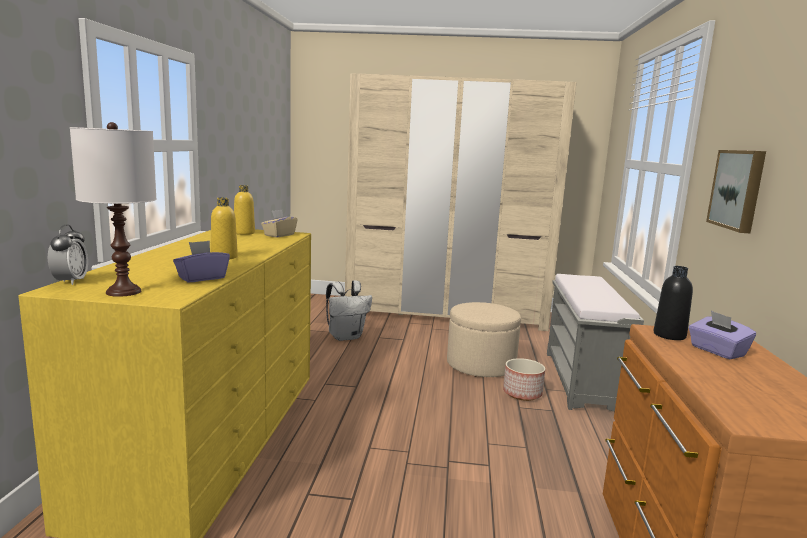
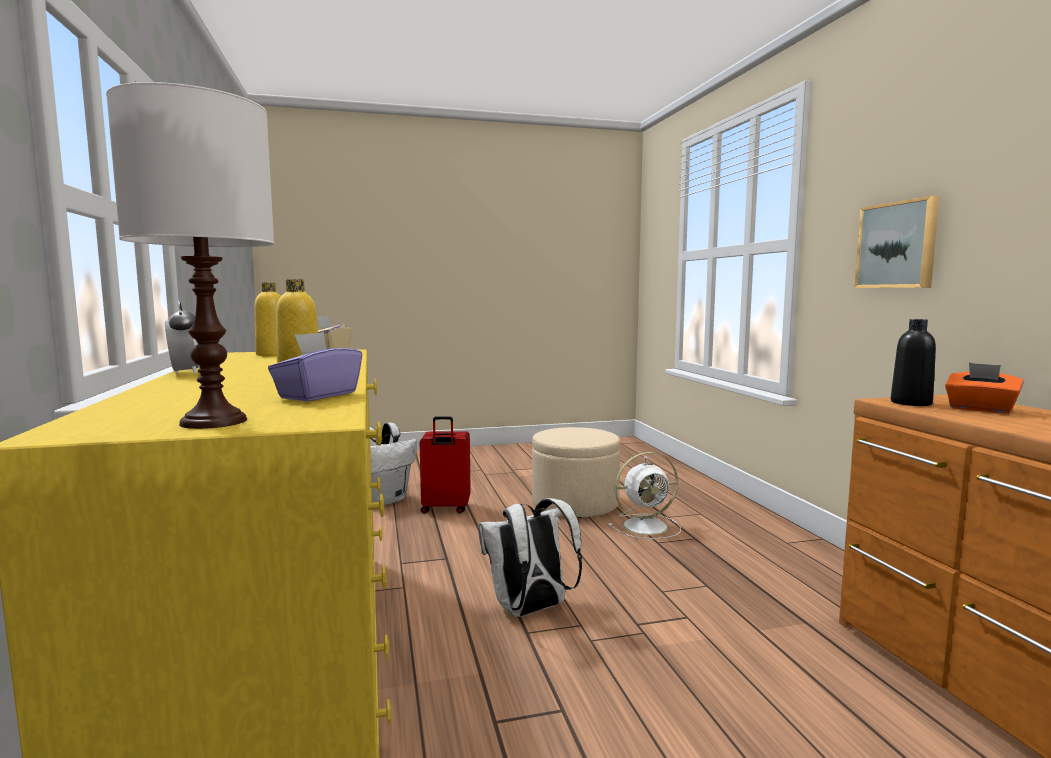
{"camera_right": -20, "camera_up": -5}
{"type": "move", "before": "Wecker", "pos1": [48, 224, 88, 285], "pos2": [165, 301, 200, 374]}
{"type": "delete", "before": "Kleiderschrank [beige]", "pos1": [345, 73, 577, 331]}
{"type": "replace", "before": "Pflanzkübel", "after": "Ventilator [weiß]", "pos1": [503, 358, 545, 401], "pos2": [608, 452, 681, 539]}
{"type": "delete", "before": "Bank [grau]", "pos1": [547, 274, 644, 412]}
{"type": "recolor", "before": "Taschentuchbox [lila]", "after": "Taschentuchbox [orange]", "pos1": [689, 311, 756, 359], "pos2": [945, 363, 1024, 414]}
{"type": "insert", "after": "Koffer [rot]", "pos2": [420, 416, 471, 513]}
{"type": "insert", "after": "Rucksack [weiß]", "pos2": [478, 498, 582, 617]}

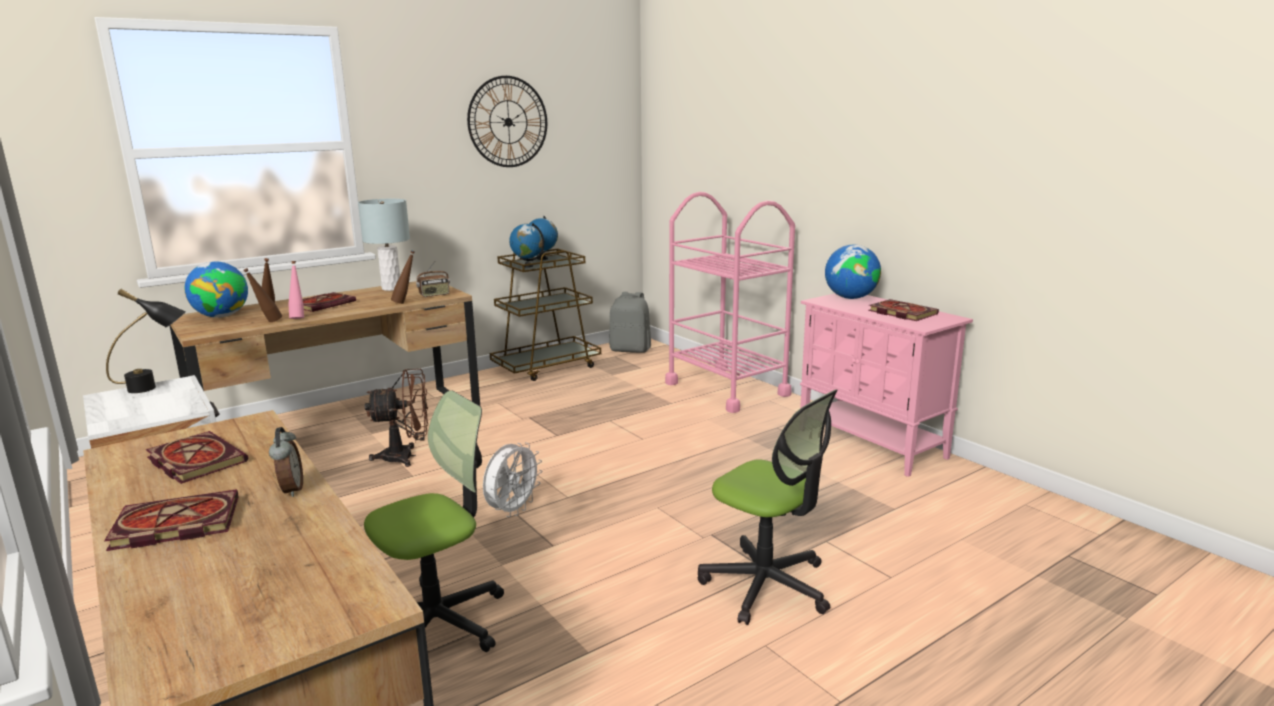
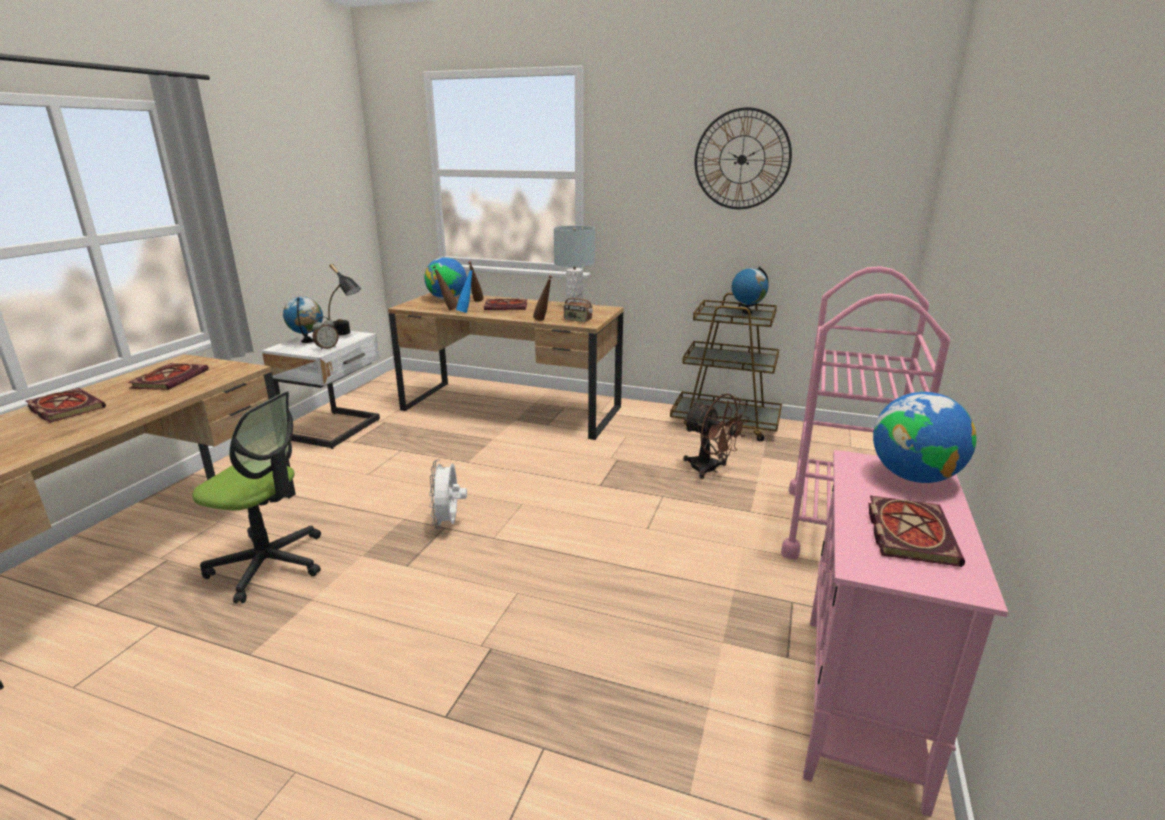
{"camera_right": 55, "camera_up": 5}
{"type": "move", "before": "Wecker", "pos1": [269, 427, 303, 497], "pos2": [312, 317, 339, 350]}
{"type": "recolor", "before": "Flasche [rosa]", "after": "Flasche [blau]", "pos1": [288, 261, 304, 319], "pos2": [456, 266, 474, 313]}
{"type": "move", "before": "Ventilator [braun]", "pos1": [365, 369, 428, 467], "pos2": [683, 394, 749, 479]}
{"type": "rotate", "before": "Ventilator [weiß]", "pos1": [483, 442, 543, 517], "pos2": [429, 459, 467, 529], "turn": 90}
{"type": "move", "before": "Globus", "pos1": [509, 223, 544, 268], "pos2": [283, 297, 323, 343]}
{"type": "delete", "before": "Rucksack [grau]", "pos1": [609, 292, 651, 353]}
{"type": "delete", "before": "Bürostuhl", "pos1": [698, 390, 838, 625]}

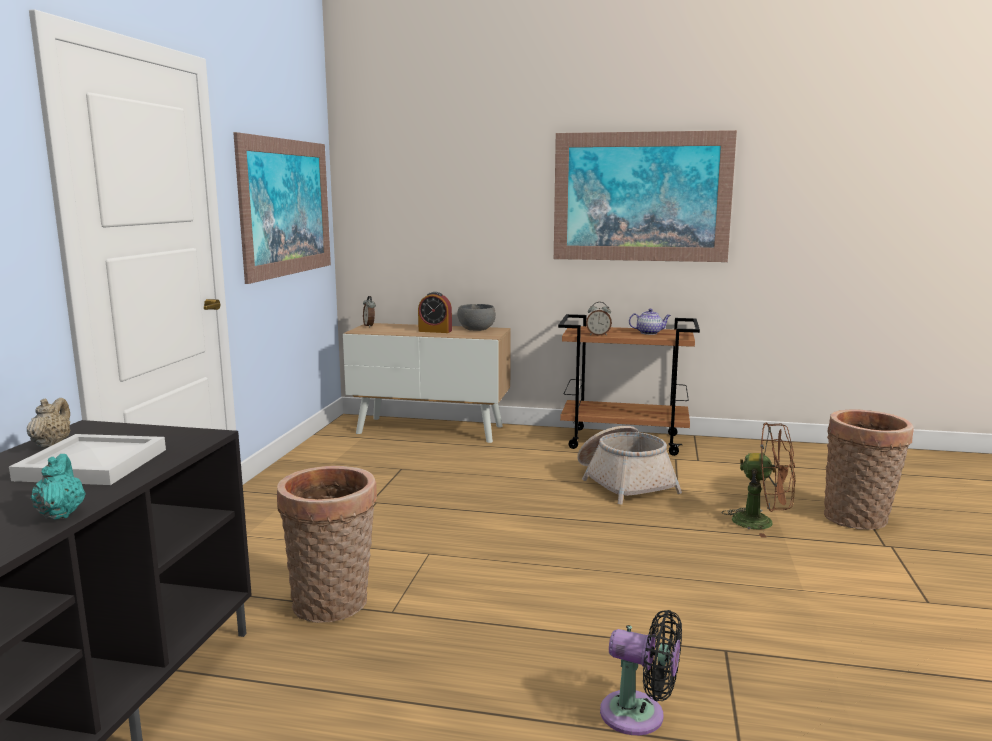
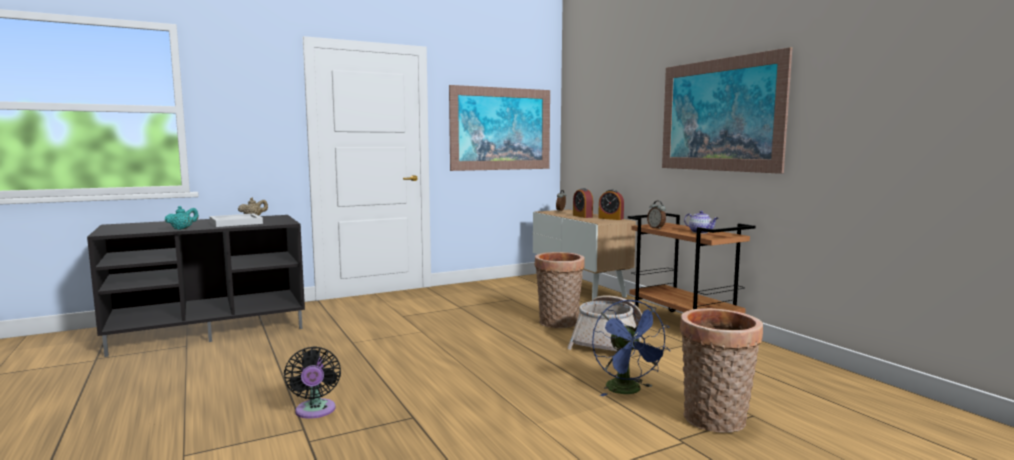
{"camera_right": 50, "camera_up": -5}
{"type": "move", "before": "Korb", "pos1": [277, 466, 377, 623], "pos2": [535, 252, 585, 328]}
{"type": "replace", "before": "Schüssel [grau]", "after": "Wecker", "pos1": [457, 304, 496, 331], "pos2": [598, 189, 624, 220]}
{"type": "recolor", "before": "Ventilator [braun]", "after": "Ventilator [blau]", "pos1": [722, 422, 795, 538], "pos2": [592, 299, 670, 396]}

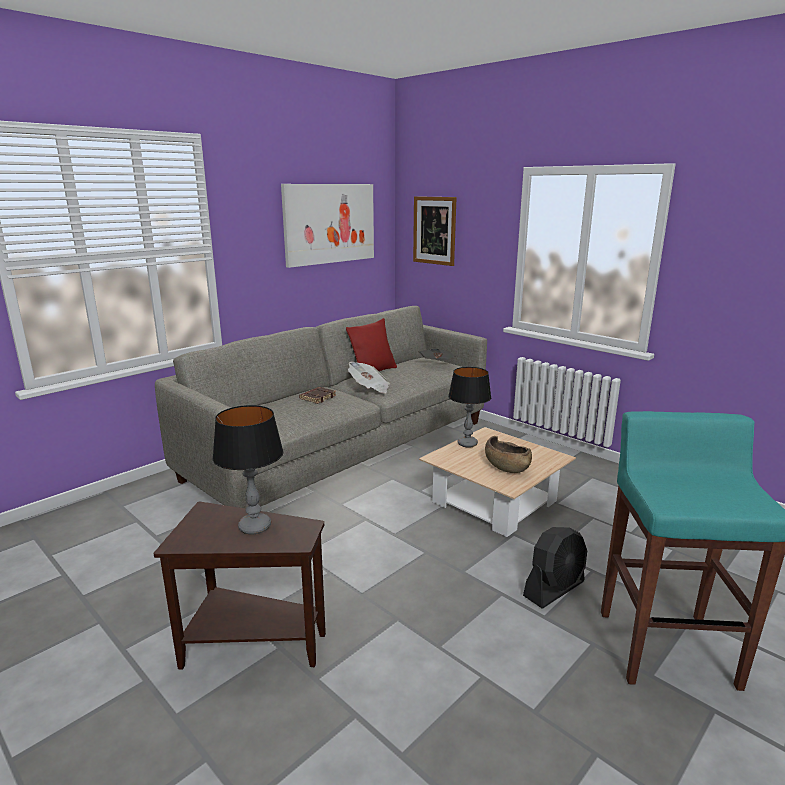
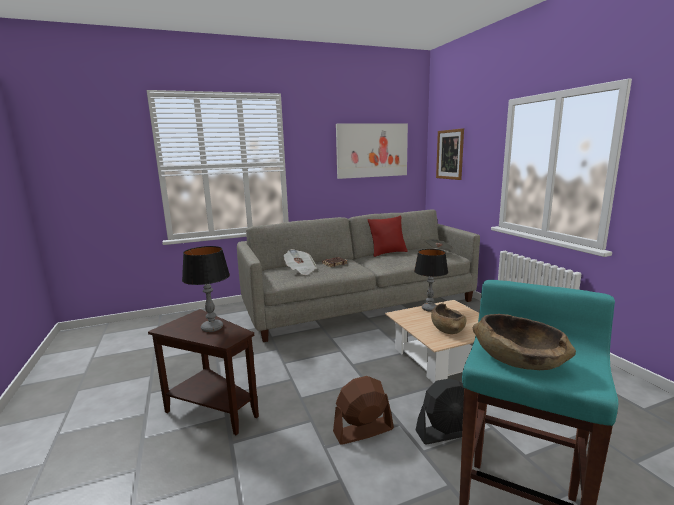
{"camera_right": 25, "camera_up": -5}
{"type": "move", "before": "Zeitung", "pos1": [348, 362, 390, 394], "pos2": [283, 249, 317, 275]}
{"type": "insert", "after": "Ventilator [braun]", "pos2": [333, 376, 394, 445]}
{"type": "insert", "after": "Schüssel [braun]", "pos2": [473, 314, 576, 370]}

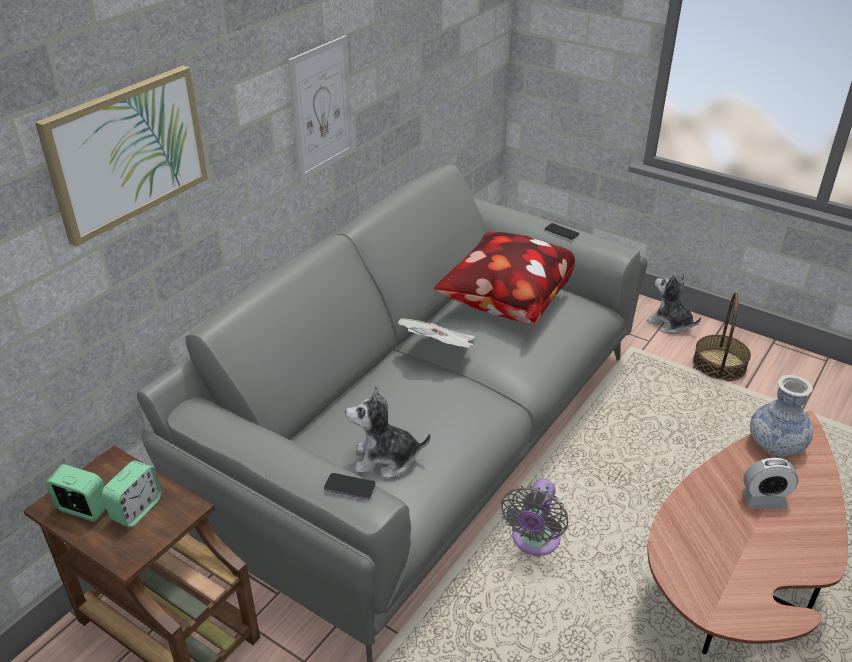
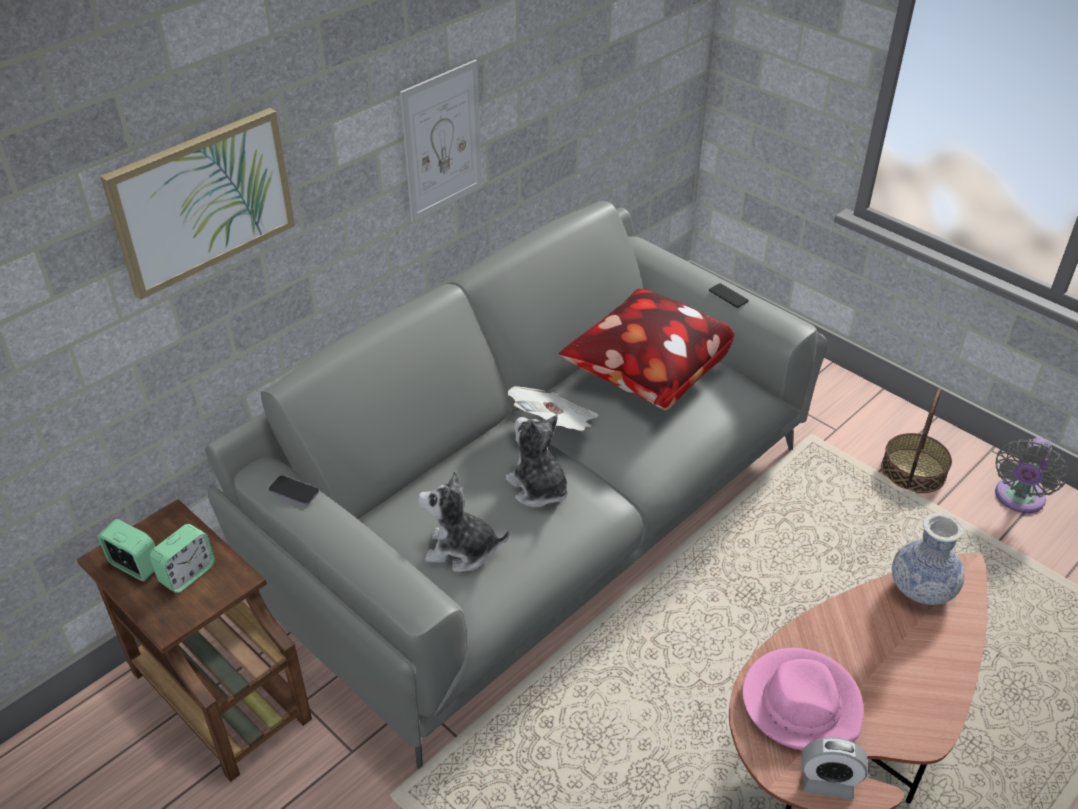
{"camera_right": 10, "camera_up": 5}
{"type": "move", "before": "Handy", "pos1": [324, 473, 376, 499], "pos2": [269, 476, 319, 505]}
{"type": "move", "before": "Ventilator [grau]", "pos1": [501, 479, 568, 556], "pos2": [995, 437, 1067, 513]}
{"type": "move", "before": "Plüschtier", "pos1": [647, 273, 701, 334], "pos2": [505, 415, 568, 508]}
{"type": "move", "before": "Wecker", "pos1": [742, 458, 798, 508], "pos2": [802, 737, 868, 800]}
{"type": "insert", "after": "Hut [rosa]", "pos2": [742, 648, 863, 751]}

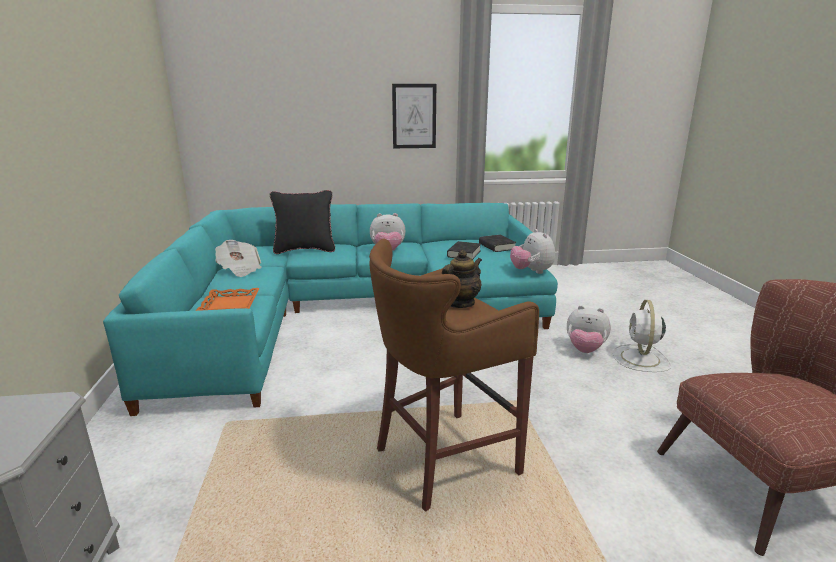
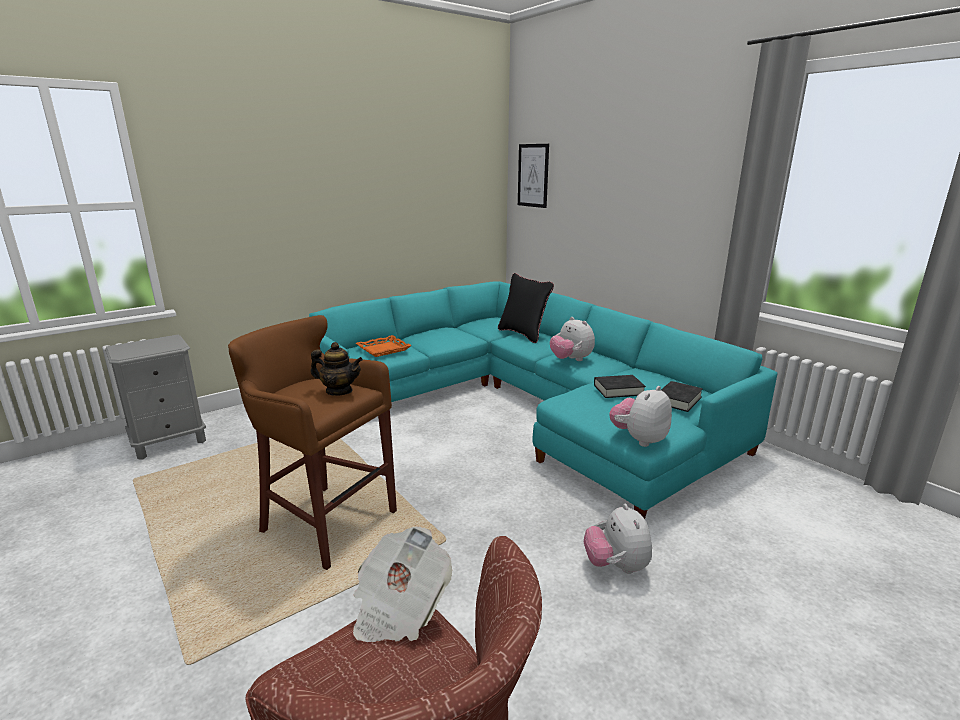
{"camera_right": 60, "camera_up": 0}
{"type": "move", "before": "Zeitung", "pos1": [215, 240, 262, 277], "pos2": [353, 526, 452, 642]}
{"type": "move", "before": "Bild", "pos1": [392, 84, 436, 148], "pos2": [518, 144, 549, 208]}
{"type": "delete", "before": "Ventilator [weiß]", "pos1": [613, 300, 671, 372]}

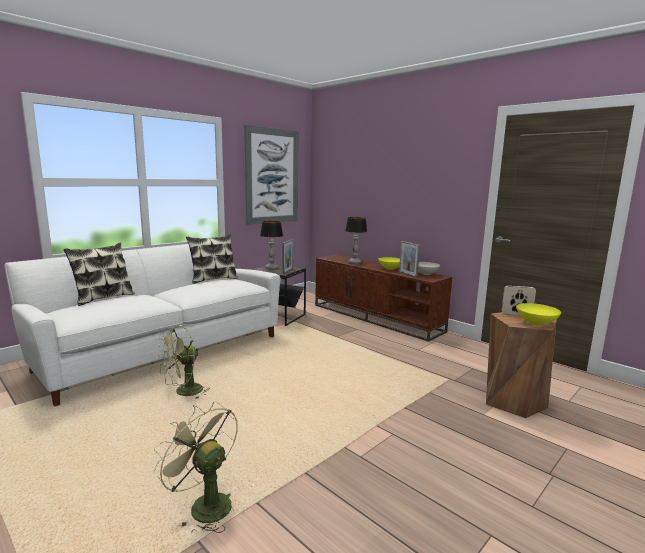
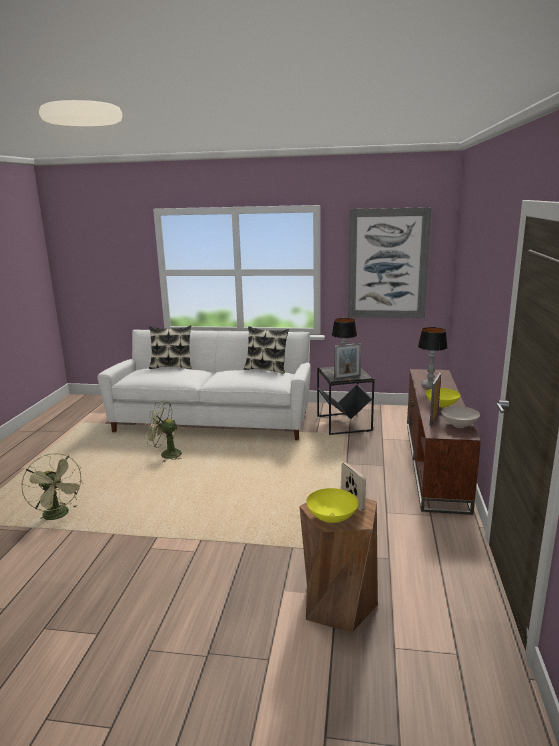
{"camera_right": 55, "camera_up": 5}
{"type": "rotate", "before": "Ventilator [grün]", "pos1": [154, 401, 238, 533], "pos2": [21, 453, 84, 520], "turn": 135}

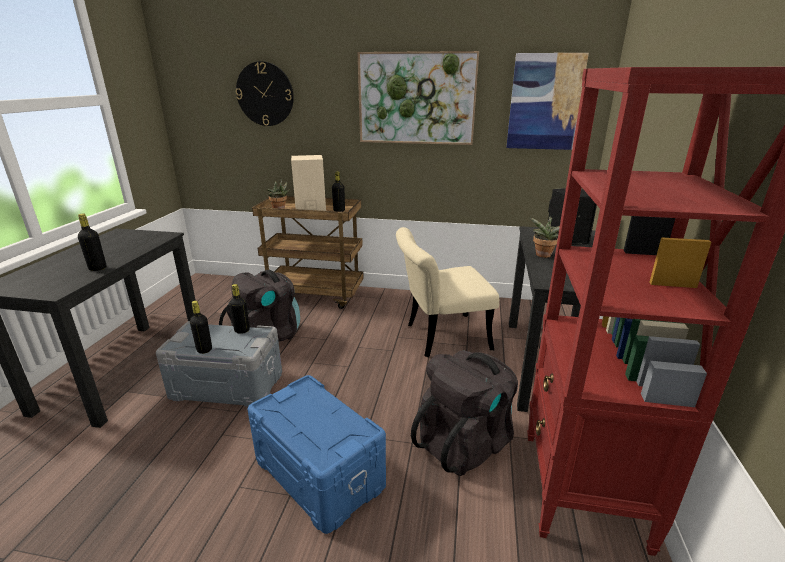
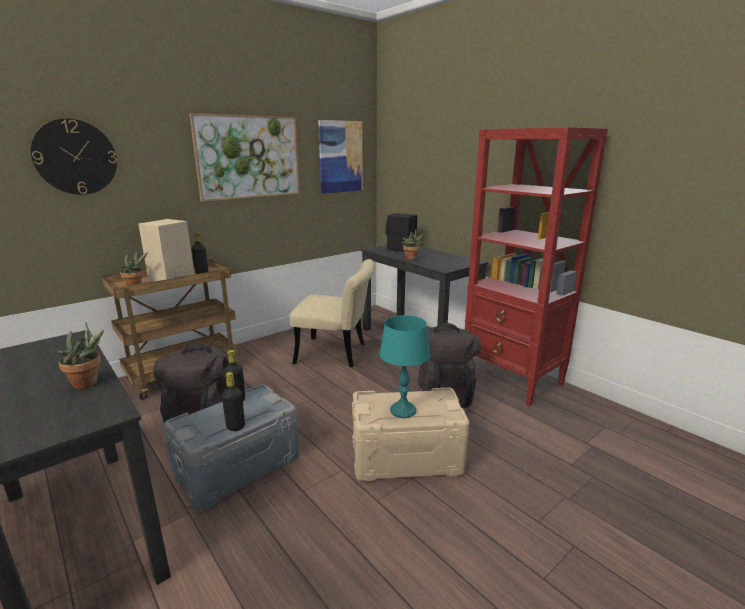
{"camera_right": -50, "camera_up": -5}
{"type": "replace", "before": "Flasche [schwarz]", "after": "Topfpflanze", "pos1": [78, 214, 106, 271], "pos2": [57, 322, 104, 389]}
{"type": "recolor", "before": "Aufbewahrungsbox [blau]", "after": "Aufbewahrungsbox [beige]", "pos1": [247, 375, 386, 534], "pos2": [352, 388, 469, 482]}
{"type": "rotate", "before": "Stuhl [beige]", "pos1": [396, 227, 499, 357], "pos2": [290, 259, 375, 367], "turn": -105}
{"type": "insert", "after": "Tischlampe [türkis]", "pos2": [379, 315, 430, 418]}

